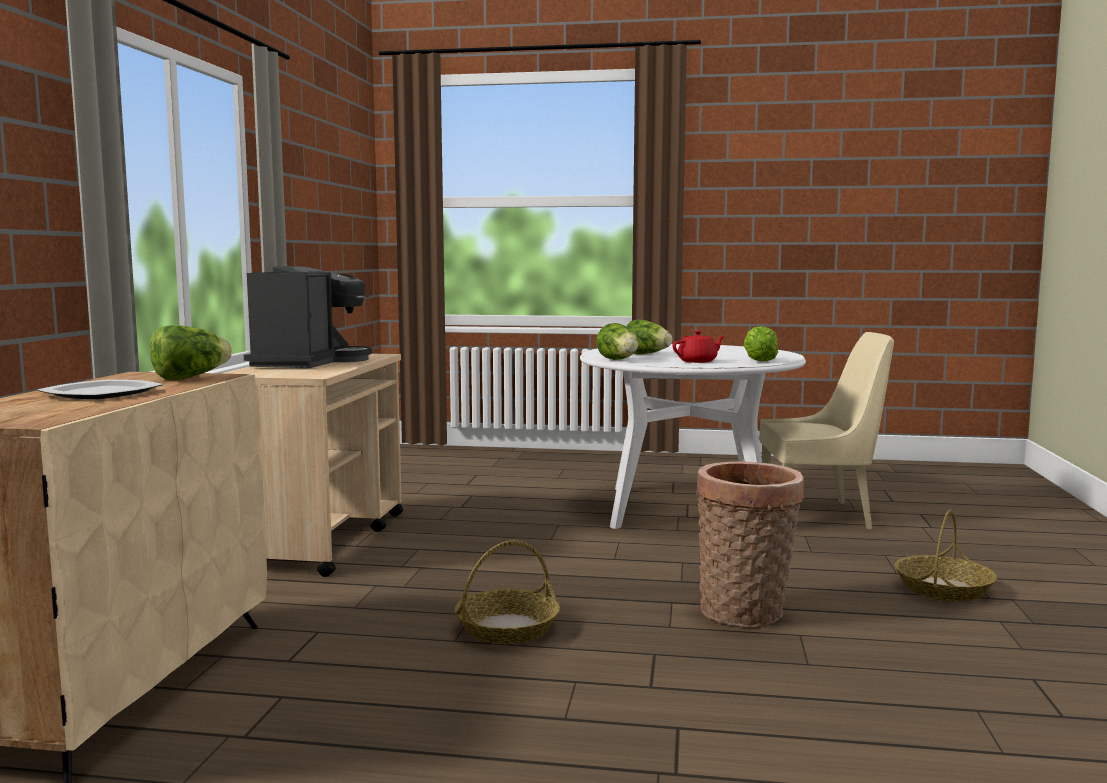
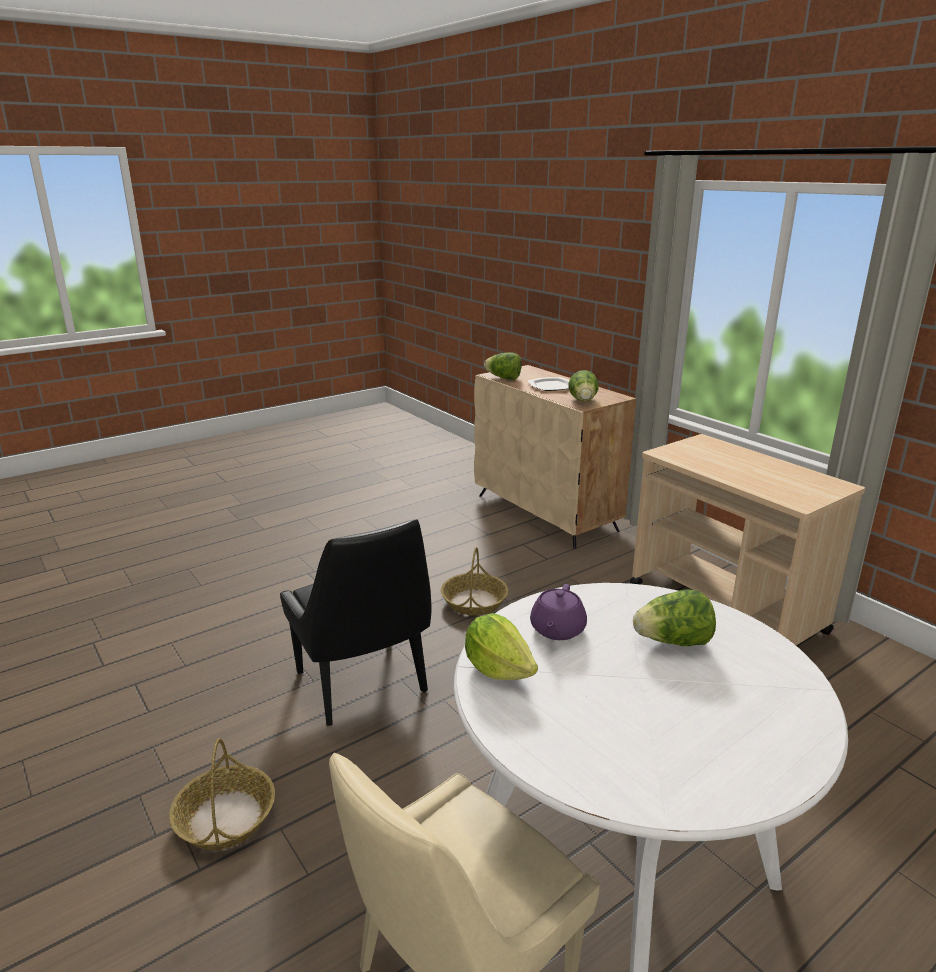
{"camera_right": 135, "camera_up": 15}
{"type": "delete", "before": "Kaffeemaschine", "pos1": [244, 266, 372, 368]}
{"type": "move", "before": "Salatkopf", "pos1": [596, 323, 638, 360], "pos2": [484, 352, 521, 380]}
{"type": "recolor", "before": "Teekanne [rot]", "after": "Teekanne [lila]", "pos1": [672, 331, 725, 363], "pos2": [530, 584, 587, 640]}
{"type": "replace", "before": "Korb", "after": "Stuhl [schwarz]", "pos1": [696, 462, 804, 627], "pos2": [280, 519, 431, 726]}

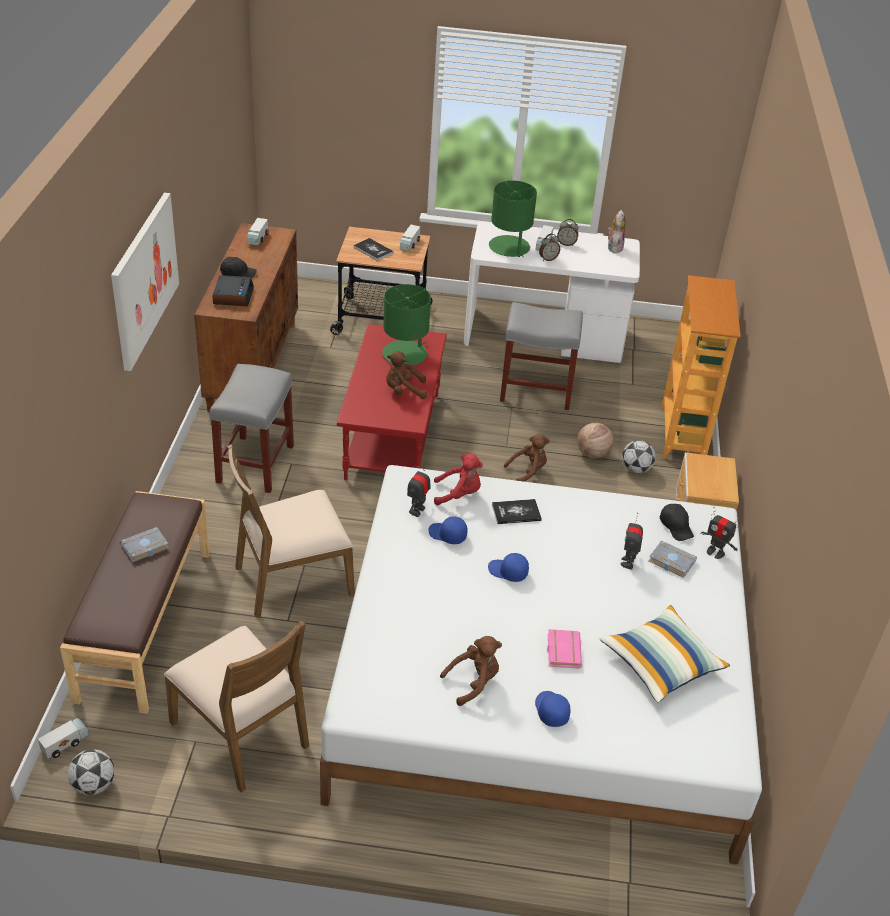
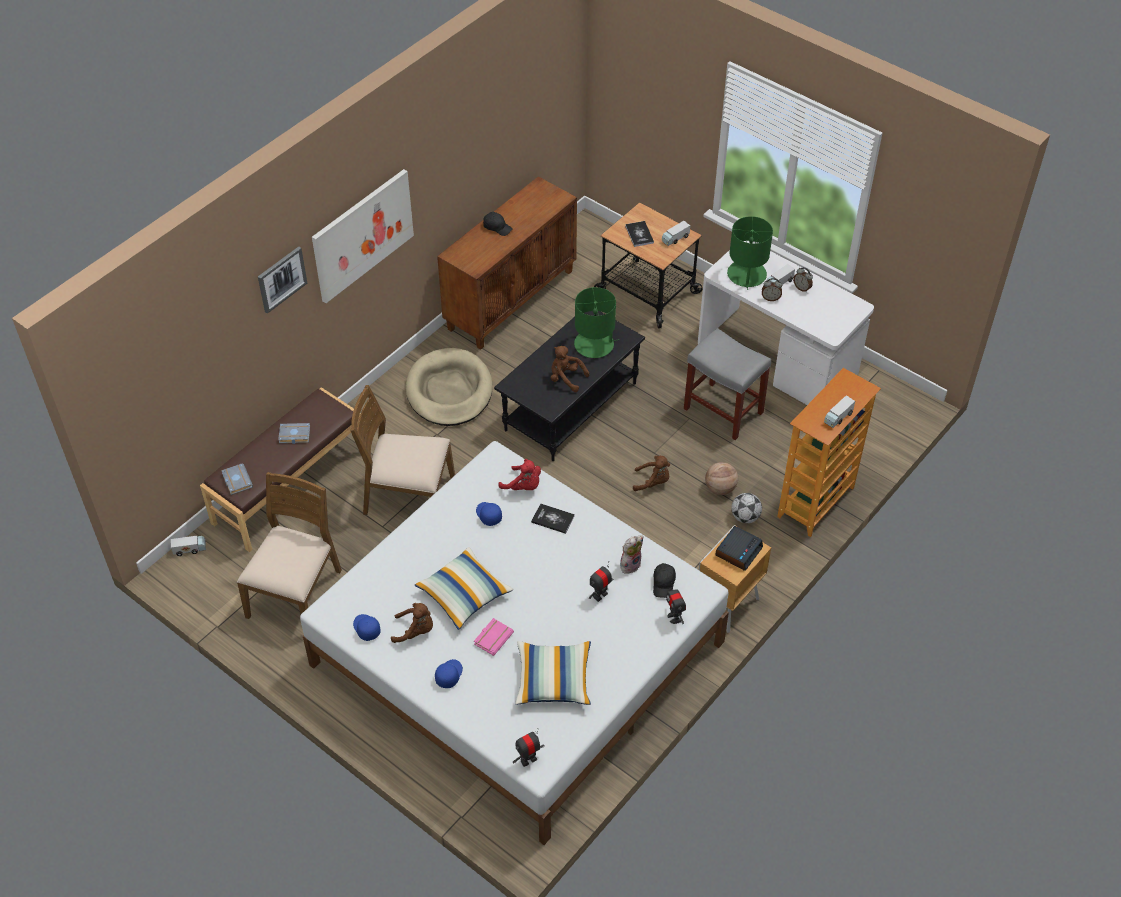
{"camera_right": 35, "camera_up": 10}
{"type": "delete", "before": "Fußball", "pos1": [68, 749, 114, 796]}
{"type": "rotate", "before": "Stuhl [braun]", "pos1": [164, 620, 309, 792], "pos2": [237, 472, 342, 619], "turn": -150}
{"type": "replace", "before": "Hocker [grau]", "after": "Hundebett [beige]", "pos1": [209, 364, 294, 493], "pos2": [405, 348, 493, 426]}
{"type": "move", "before": "Wecker", "pos1": [212, 275, 254, 306], "pos2": [715, 526, 763, 571]}
{"type": "move", "before": "Spielzeuglaster", "pos1": [247, 218, 268, 246], "pos2": [824, 395, 855, 428]}
{"type": "recolor", "before": "Couchtisch [rot]", "after": "Couchtisch [schwarz]", "pos1": [337, 324, 447, 480], "pos2": [494, 311, 645, 461]}
{"type": "move", "before": "Spielzeugroboter", "pos1": [407, 462, 431, 517], "pos2": [513, 728, 545, 767]}
{"type": "move", "before": "Kappe [blau]", "pos1": [488, 553, 529, 582], "pos2": [353, 614, 381, 641]}
{"type": "move", "before": "Plüschtier", "pos1": [608, 210, 626, 253], "pos2": [620, 535, 643, 574]}
{"type": "move", "before": "Buch [grau]", "pos1": [648, 540, 697, 578], "pos2": [221, 463, 253, 495]}
{"type": "insert", "after": "Bild", "pos2": [258, 247, 307, 314]}
{"type": "insert", "after": "Kissen", "pos2": [414, 547, 514, 630]}

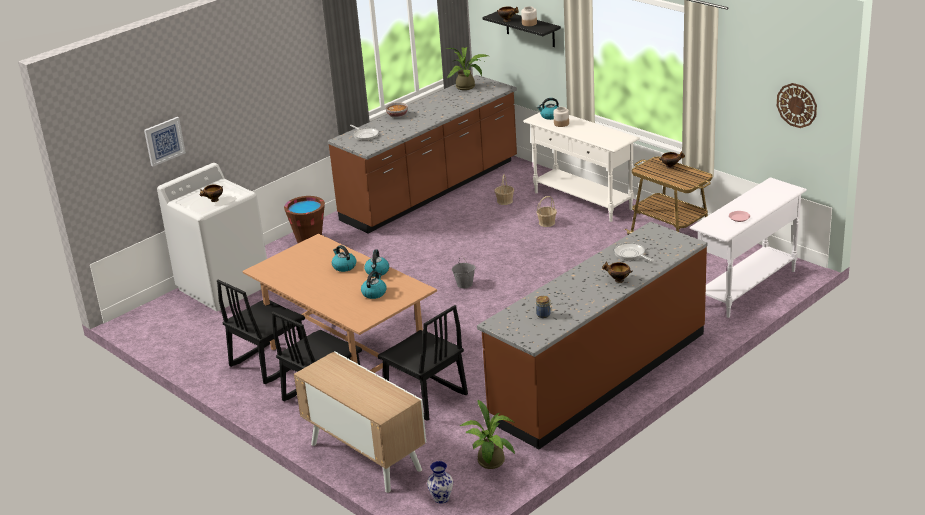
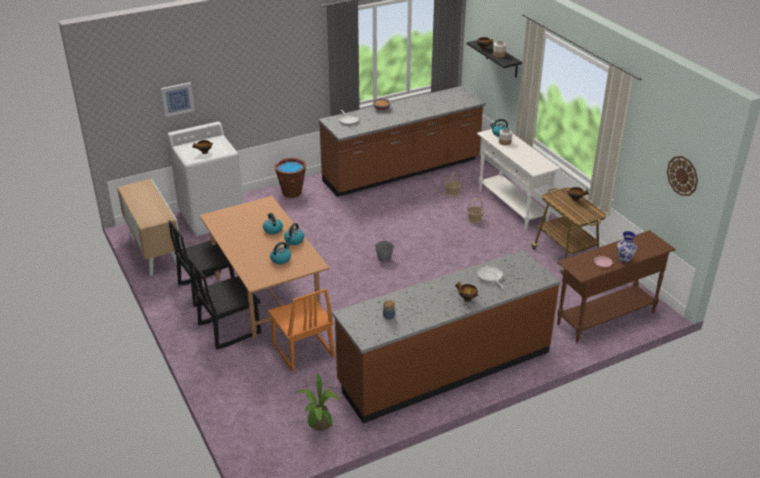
{"camera_right": 15, "camera_up": 5}
{"type": "move", "before": "Schrank", "pos1": [294, 351, 426, 493], "pos2": [117, 179, 181, 276]}
{"type": "recolor", "before": "Stuhl [schwarz]", "after": "Stuhl [orange]", "pos1": [378, 305, 468, 421], "pos2": [268, 288, 335, 372]}
{"type": "move", "before": "Vase", "pos1": [427, 461, 453, 504], "pos2": [617, 231, 637, 263]}
{"type": "delete", "before": "Topfpflanze", "pos1": [445, 47, 488, 90]}
{"type": "recolor", "before": "Konsolentisch [weiß]", "after": "Konsolentisch [braun]", "pos1": [690, 177, 807, 318], "pos2": [557, 230, 676, 343]}

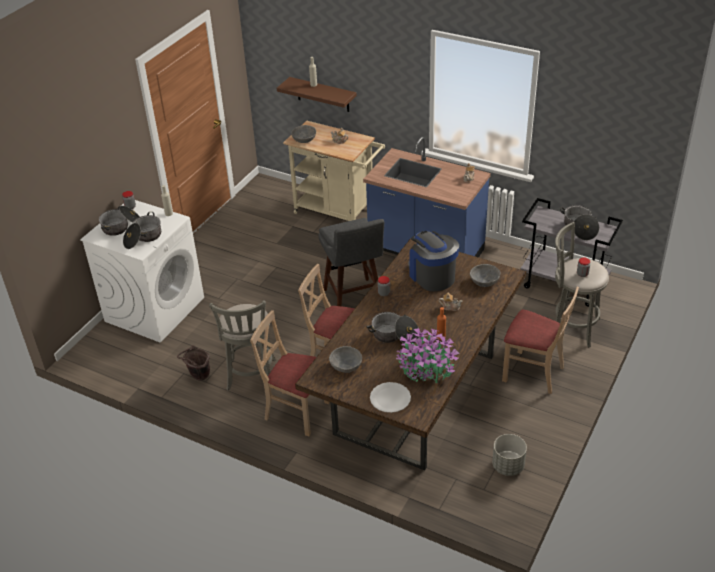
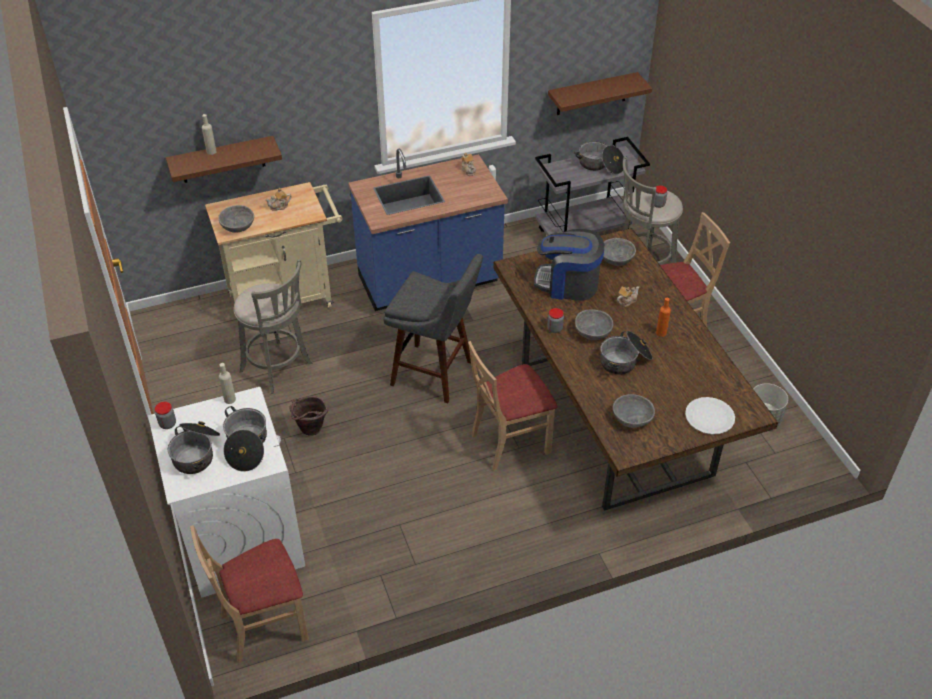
{"camera_right": -50, "camera_up": 5}
{"type": "move", "before": "Eimer [braun]", "pos1": [177, 345, 210, 381], "pos2": [289, 396, 328, 436]}
{"type": "move", "before": "Hocker [grau]", "pos1": [209, 301, 276, 391], "pos2": [234, 259, 312, 394]}
{"type": "move", "before": "Stuhl [beige]", "pos1": [250, 310, 330, 436], "pos2": [190, 525, 309, 663]}
{"type": "delete", "before": "Topfpflanze", "pos1": [396, 328, 460, 383]}
{"type": "insert", "after": "Wandregal [braun]", "pos2": [548, 72, 652, 115]}
{"type": "insert", "after": "Schüssel [grau]", "pos2": [575, 310, 613, 340]}

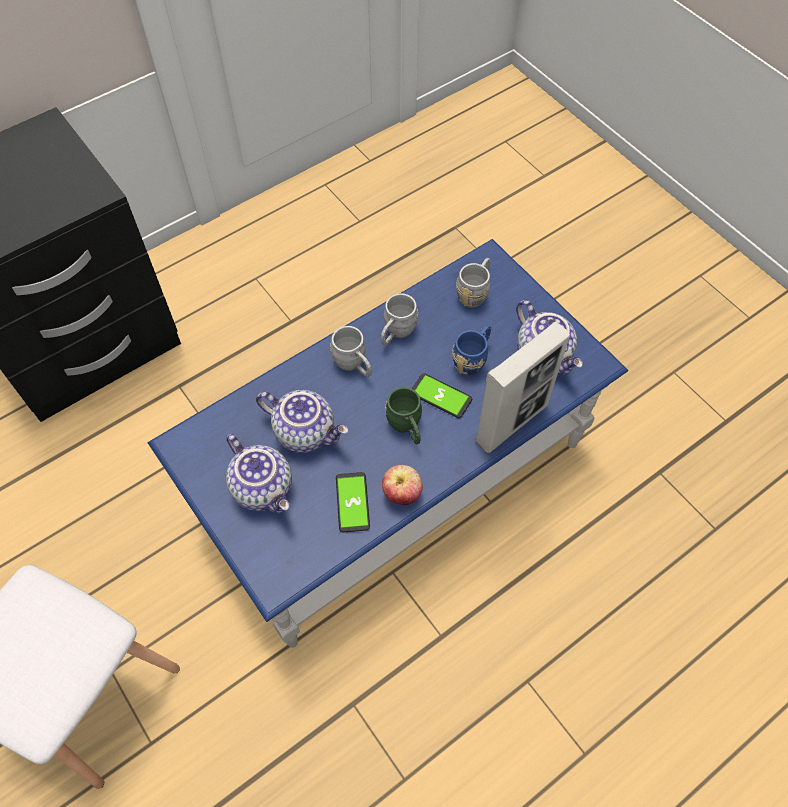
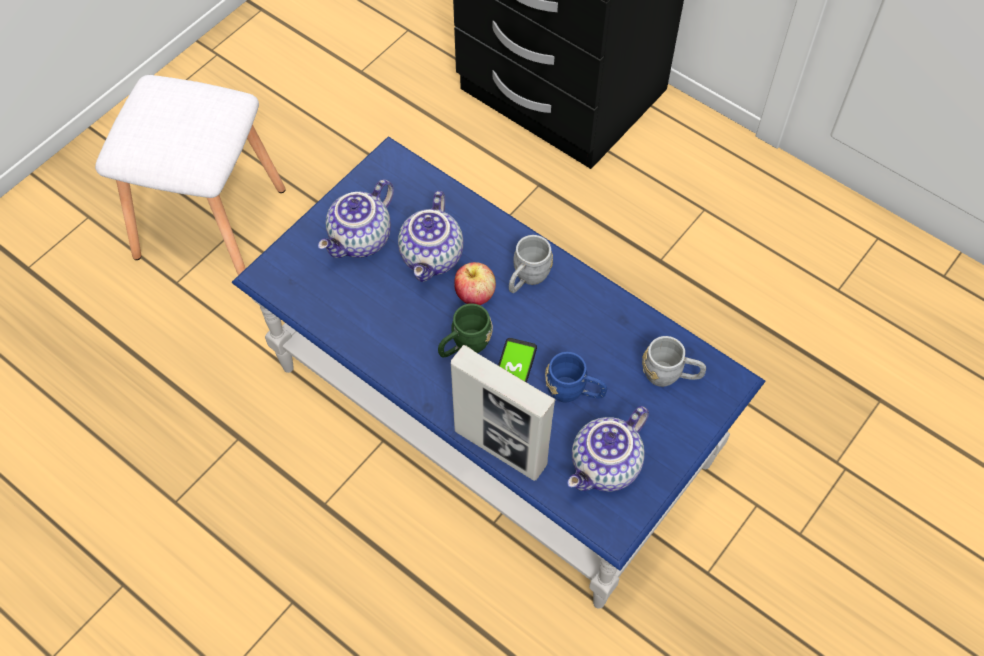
{"camera_right": 75, "camera_up": 0}
{"type": "delete", "before": "Handy", "pos1": [336, 472, 370, 532]}
{"type": "delete", "before": "Henkelbecher [grau]", "pos1": [381, 293, 418, 345]}
{"type": "move", "before": "Apfel", "pos1": [382, 465, 423, 505], "pos2": [454, 262, 496, 305]}

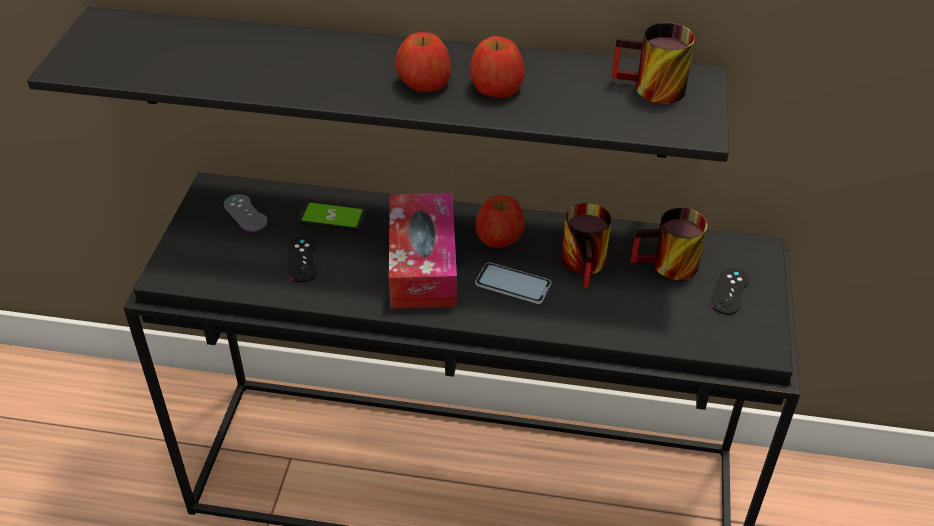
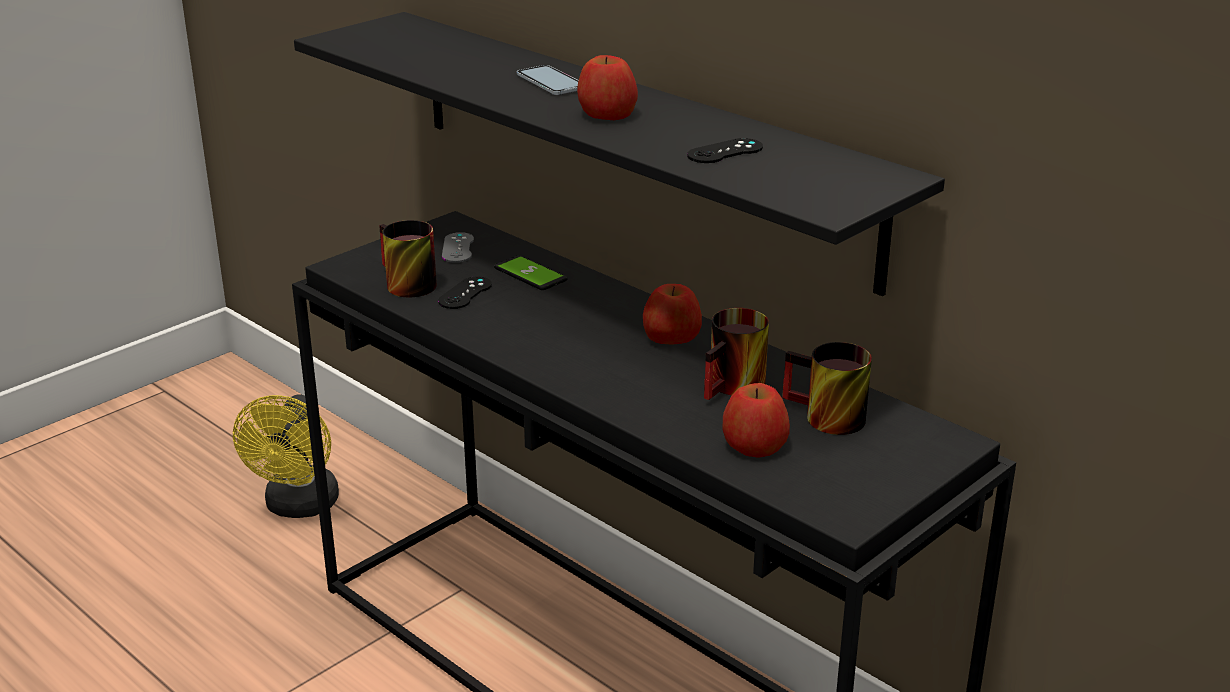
{"camera_right": 35, "camera_up": -15}
{"type": "delete", "before": "Taschentuchbox", "pos1": [389, 193, 457, 309]}
{"type": "move", "before": "Apfel", "pos1": [470, 36, 525, 98], "pos2": [722, 383, 790, 458]}
{"type": "move", "before": "Handy", "pos1": [475, 262, 551, 304], "pos2": [517, 65, 579, 95]}
{"type": "move", "before": "Henkelbecher", "pos1": [611, 23, 695, 104], "pos2": [379, 220, 437, 297]}
{"type": "move", "before": "Gamepad [schwarz]", "pos1": [710, 268, 749, 315], "pos2": [687, 138, 763, 163]}
{"type": "insert", "after": "Ventilator [gelb]", "pos2": [233, 394, 339, 518]}

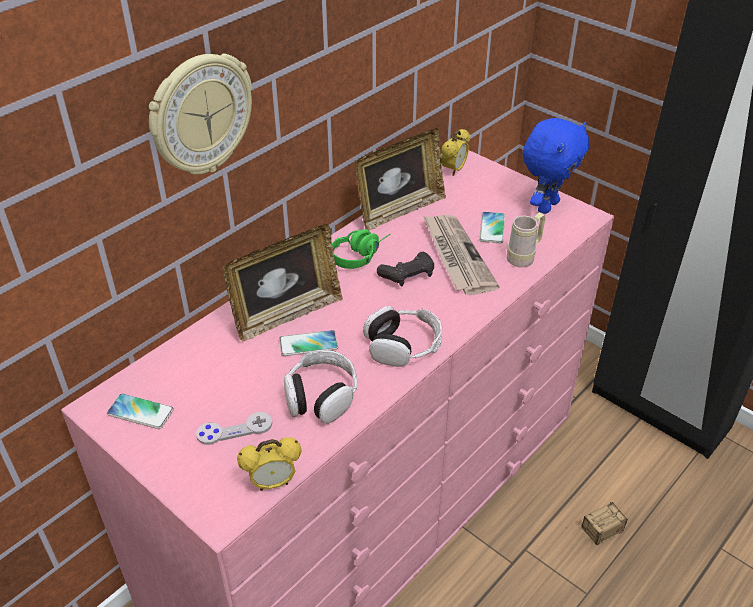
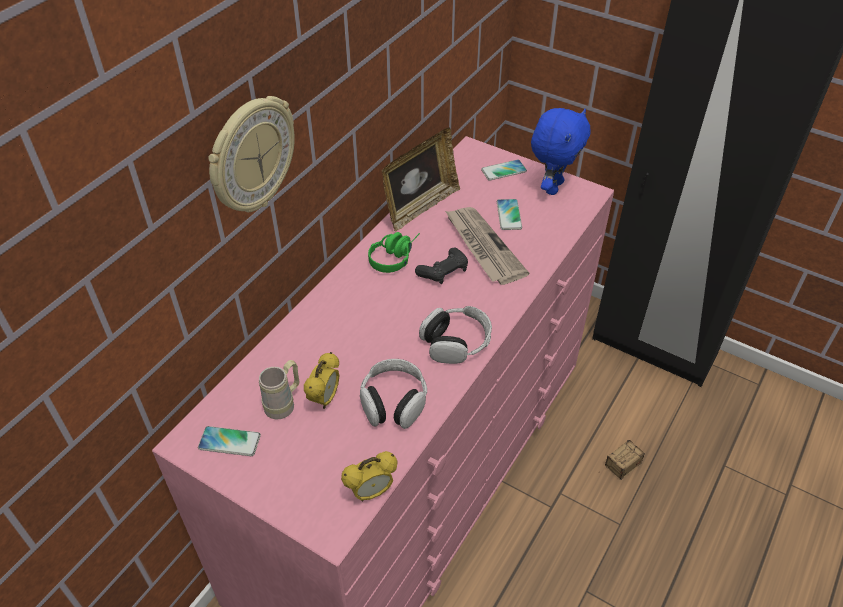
{"camera_right": -10, "camera_up": 5}
{"type": "delete", "before": "Gamepad [grau]", "pos1": [196, 412, 272, 445]}
{"type": "delete", "before": "Bilderrahmen", "pos1": [223, 224, 343, 342]}
{"type": "move", "before": "Handy", "pos1": [279, 330, 338, 356], "pos2": [481, 159, 527, 181]}
{"type": "move", "before": "Wecker", "pos1": [441, 129, 470, 176], "pos2": [304, 352, 340, 409]}
{"type": "move", "before": "Henkelbecher [beige]", "pos1": [507, 213, 545, 267], "pos2": [259, 360, 299, 419]}

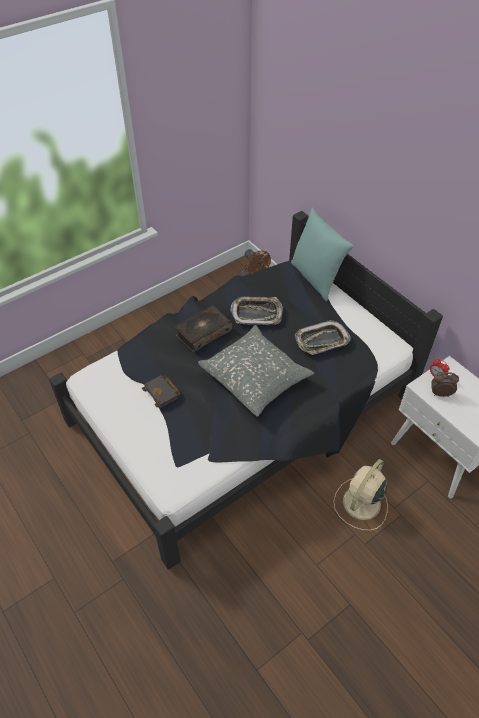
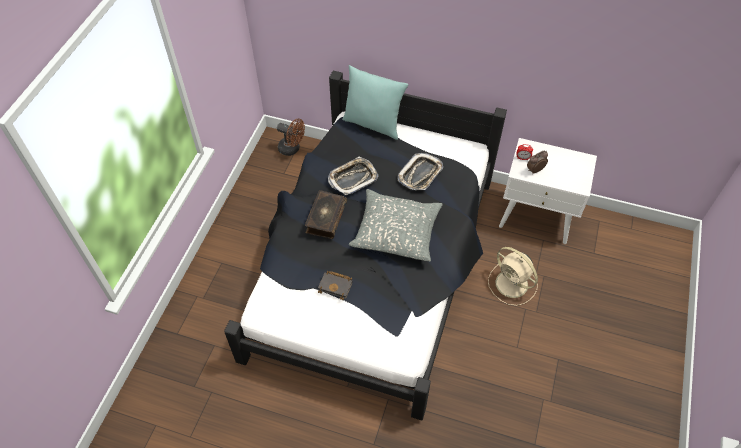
{"camera_right": -35, "camera_up": 5}
{"type": "rotate", "before": "Ventilator [beige]", "pos1": [334, 459, 388, 531], "pos2": [488, 247, 538, 306], "turn": -45}

